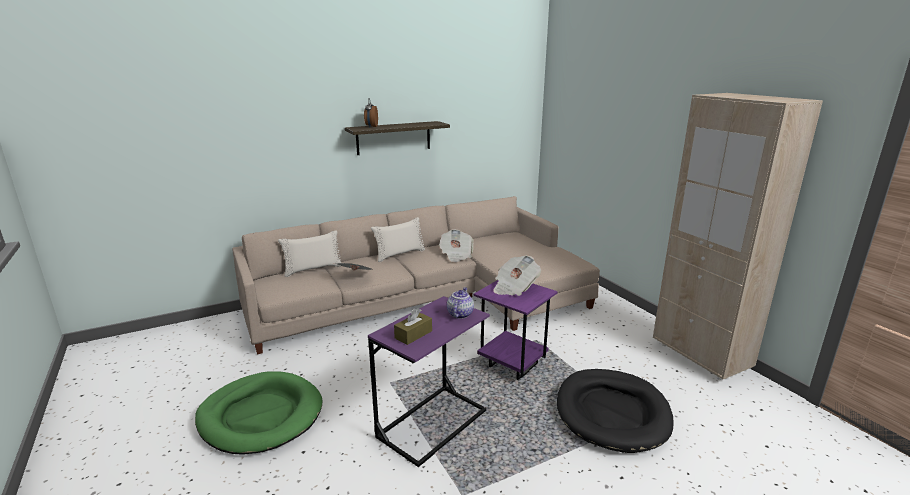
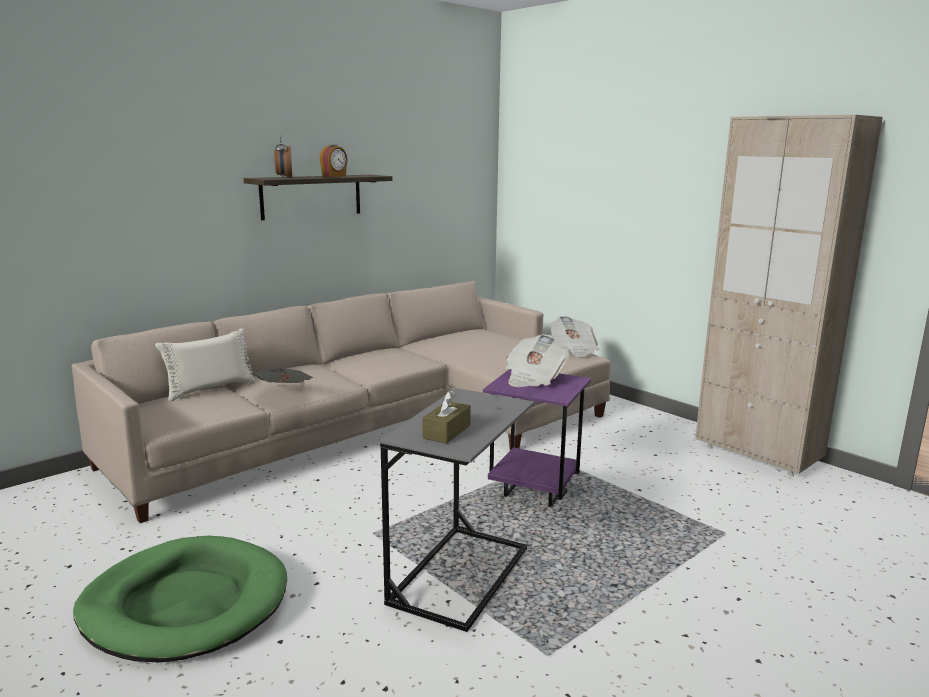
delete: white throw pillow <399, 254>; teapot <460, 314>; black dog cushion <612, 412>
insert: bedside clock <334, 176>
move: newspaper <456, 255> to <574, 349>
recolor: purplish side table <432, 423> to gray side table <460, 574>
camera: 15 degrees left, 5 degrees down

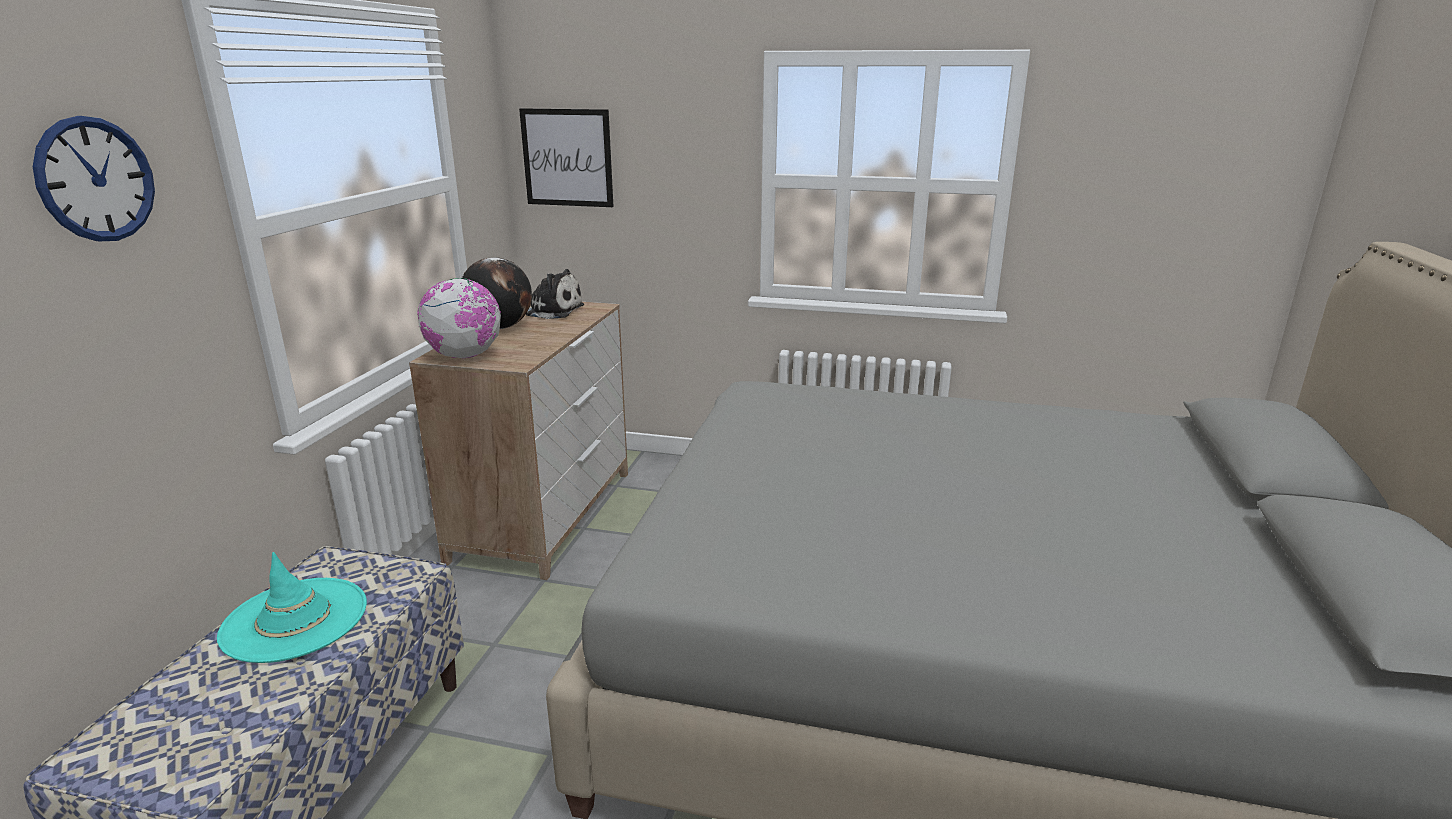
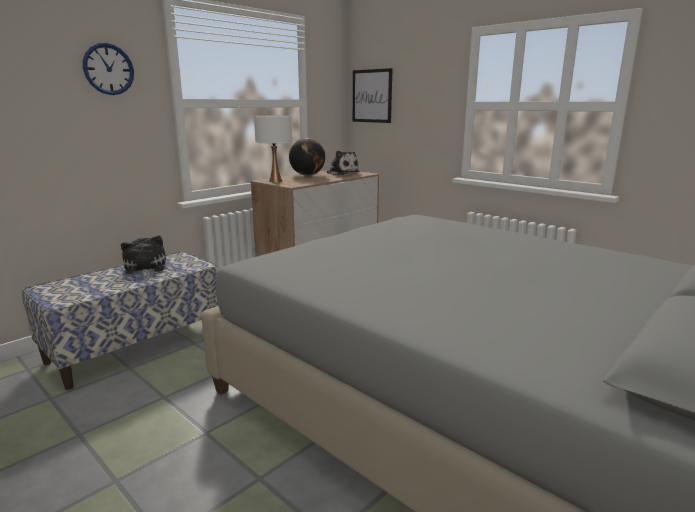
replace: desk globe <465, 356> to white table lamp <275, 181>; blue-green hat <295, 620> to cuddly toy <145, 269>
camera: 30 degrees right, 5 degrees down

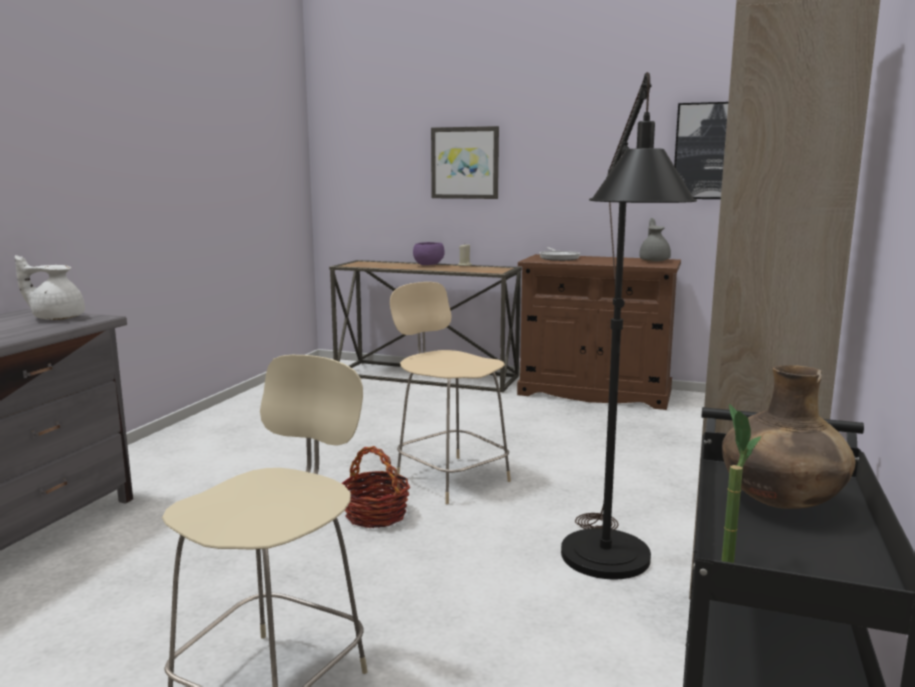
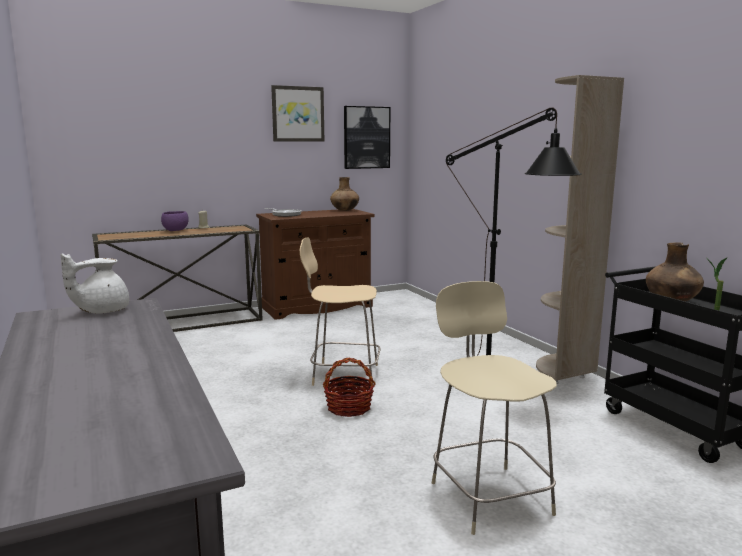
move: picture <465, 163> to <298, 114>
replace: gray teapot <654, 260> to brownish decorative vase <344, 210>
camera: 45 degrees left, 0 degrees up

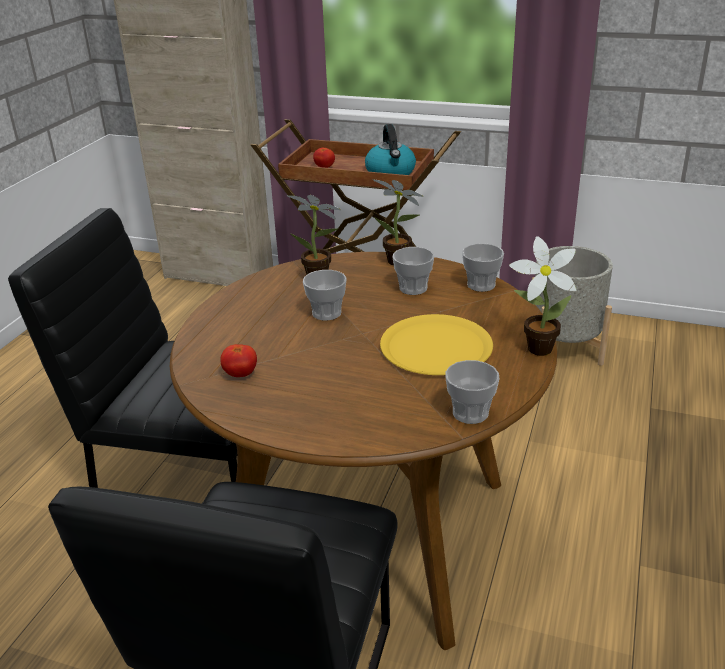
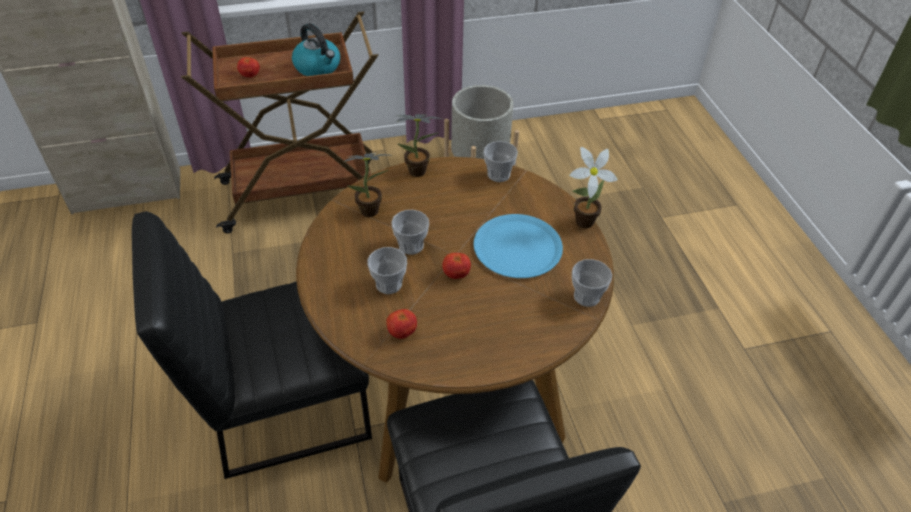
insert: fresh tomato <456, 274>
move: drinking cup <413, 288> to <389, 284>
recolor: yellow plate <436, 347> to bluish plate <517, 247>
camera: 35 degrees left, 15 degrees up

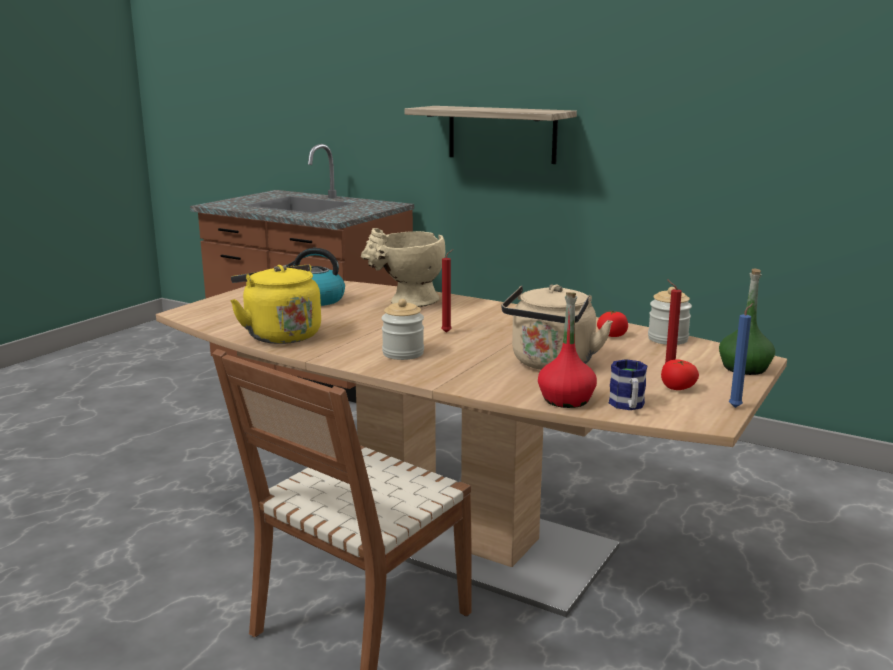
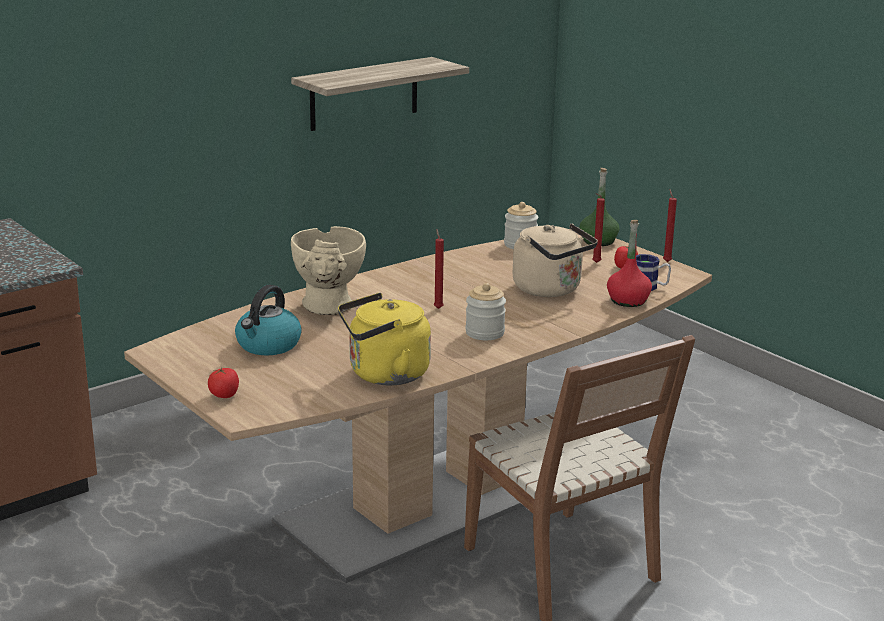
move: shelf <501, 134> to <364, 94>; fresh tomato <612, 335> to <224, 395>
recolor: bluish wax candle <736, 407> to red-coloured wax candle <666, 261>
camera: 70 degrees left, 5 degrees up

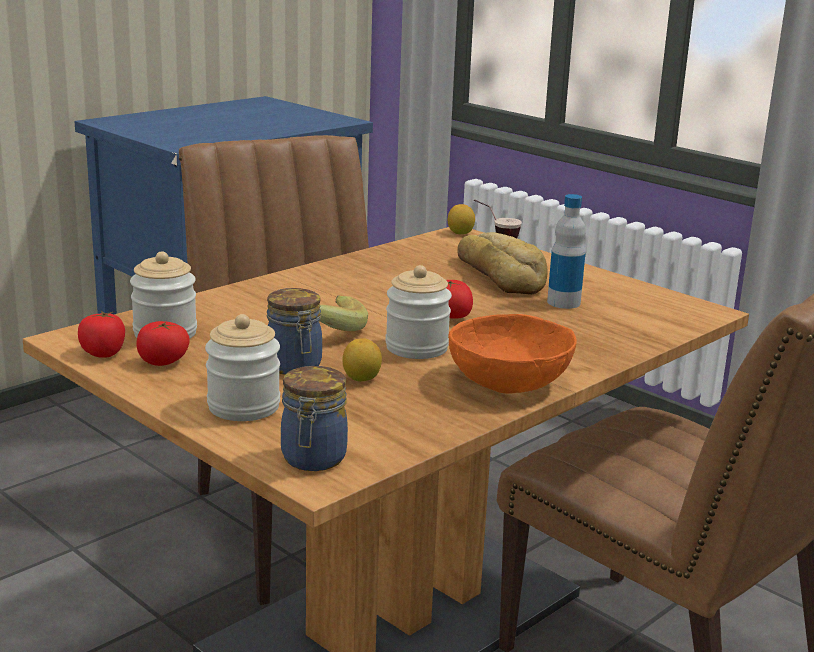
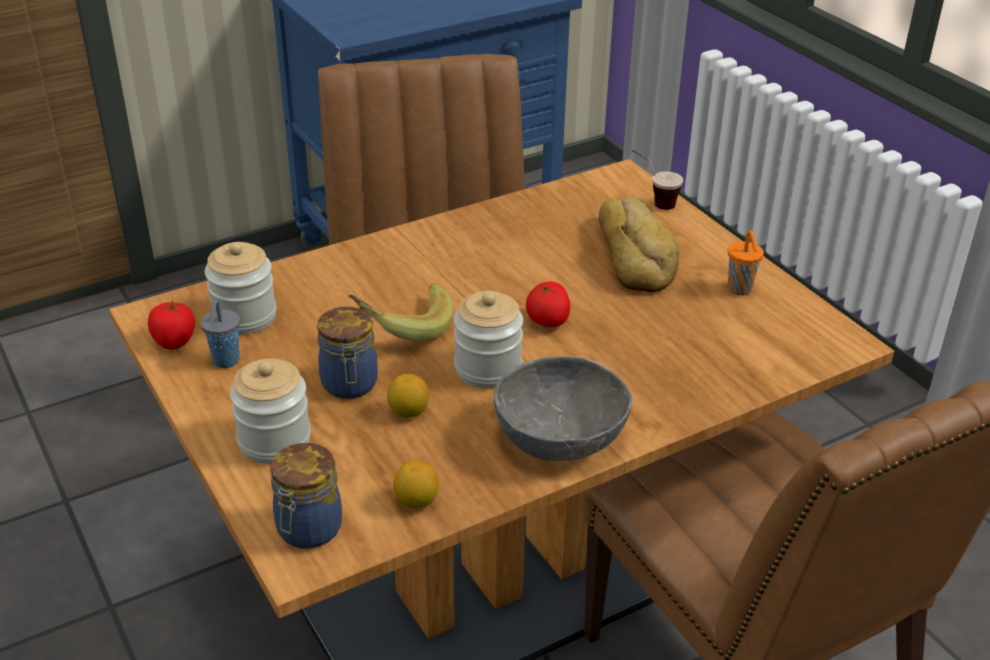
delete: beverage bottle <563, 302>
insert: orange-coloured drinking cup <740, 290>
move: whole lemon <460, 233> to <416, 501>
replace: fresh tomato <163, 362> to gray drinking cup <225, 362>
recolor: orange-coloured deep dish <510, 383> to gray deep dish <560, 438>
camera: 15 degrees right, 15 degrees up

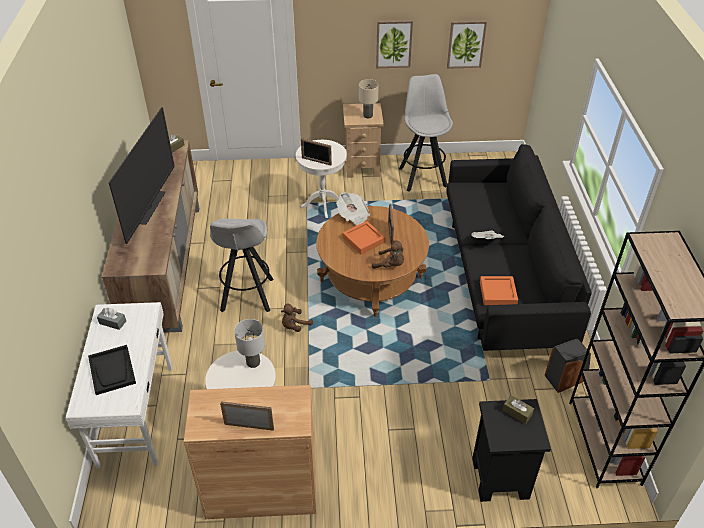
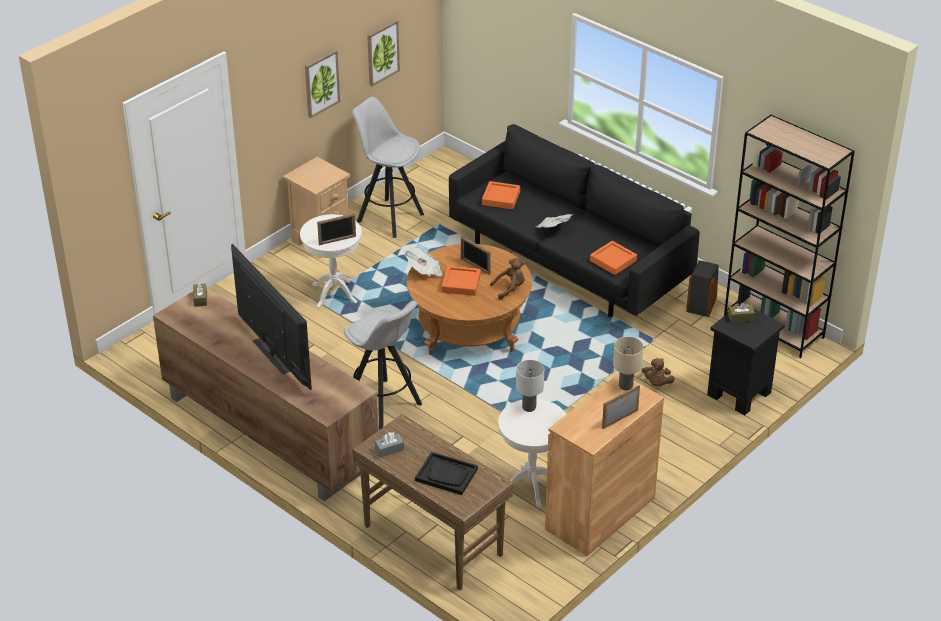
insert: orange-coloured carrying tray <501, 198>
move: sand-coloured table lamp <367, 116> to <625, 387>; brownish cuddly toy <294, 326> to <657, 383>
recolor: white narrow table <136, 414> to brownish narrow table <432, 540>
camera: 45 degrees left, 5 degrees down

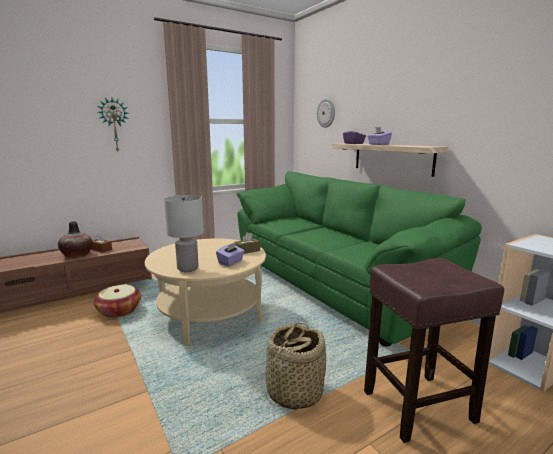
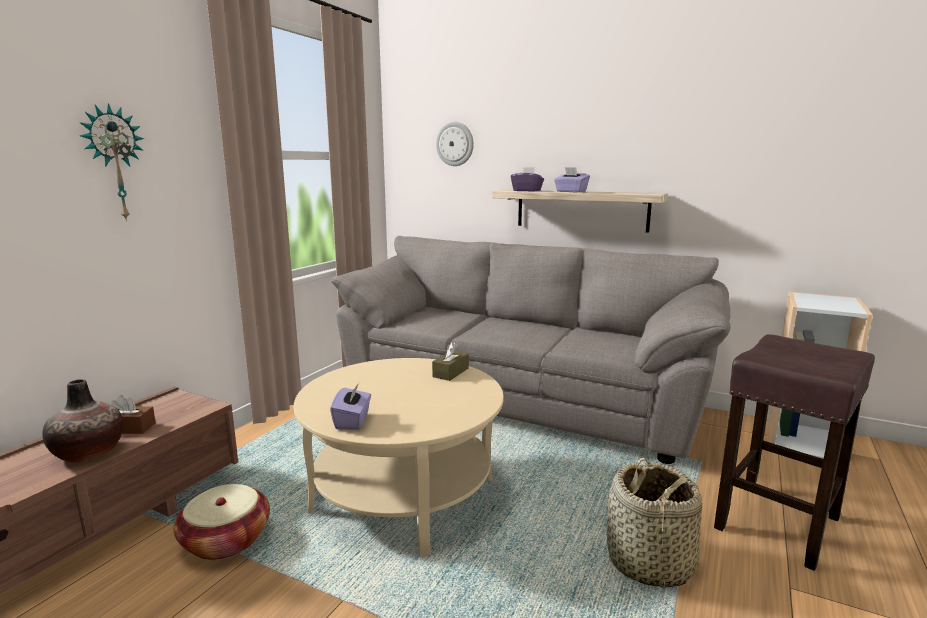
delete: gray table lamp <187, 270>
move: purplish box of tissues <231, 262> to <353, 421>
recolor: green-coloured sofa <329, 286> to gray sofa <517, 403>
camera: 30 degrees left, 0 degrees up

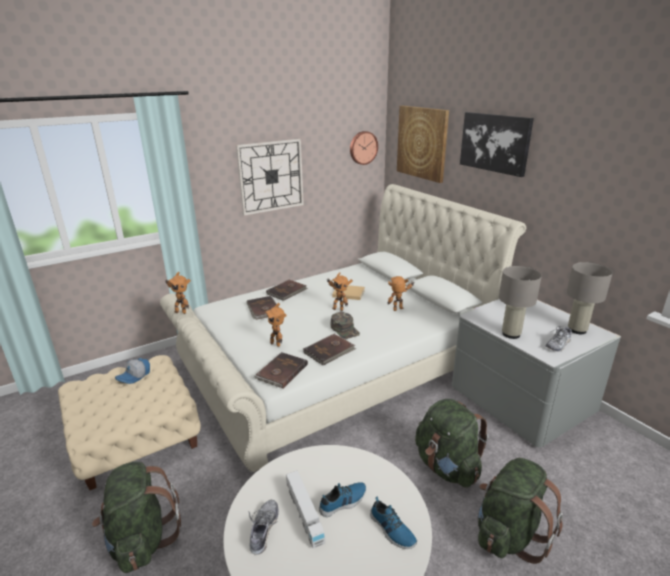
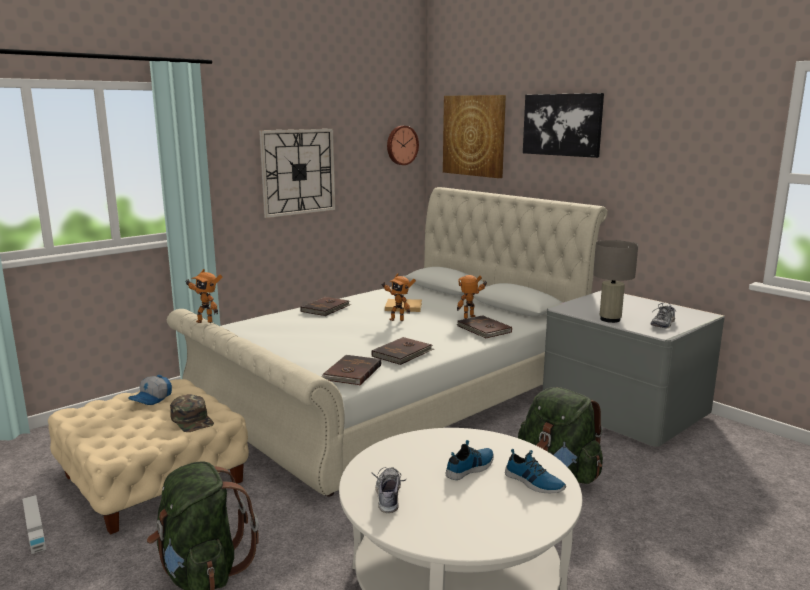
delete: gray table lamp <577, 329>; model robot <276, 343>; green-coloured knapsack <508, 534>
move: brownish book <263, 309> to <483, 329>; green-coloured baseball cap <345, 329> to <192, 420>; toy lorry <304, 514> to <35, 532>
camera: 10 degrees left, 10 degrees down

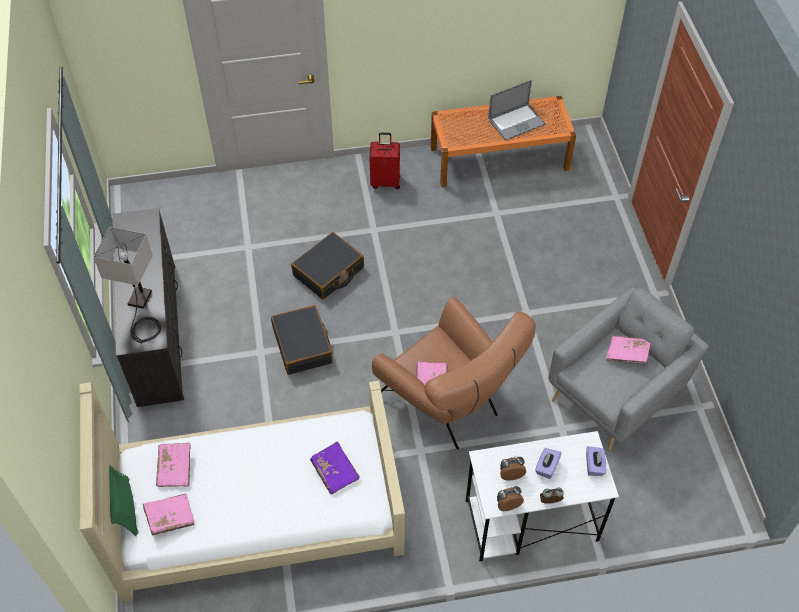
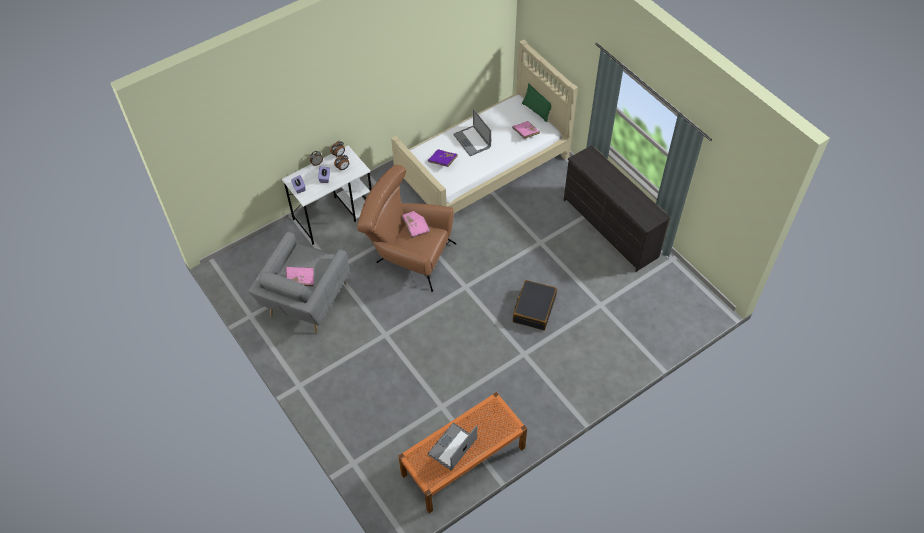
delete: red-coloured travel case <385, 181>; table lamp <141, 312>; black travel case <303, 345>; pinkish book <170, 517>
insert: laptop <472, 141>
camera: 155 degrees right, 0 degrees up

